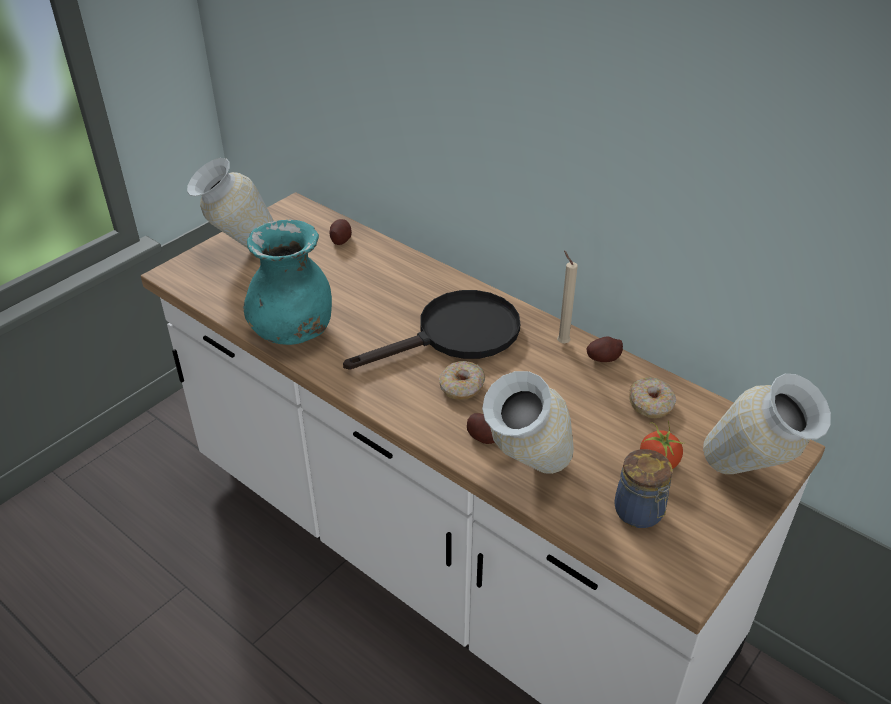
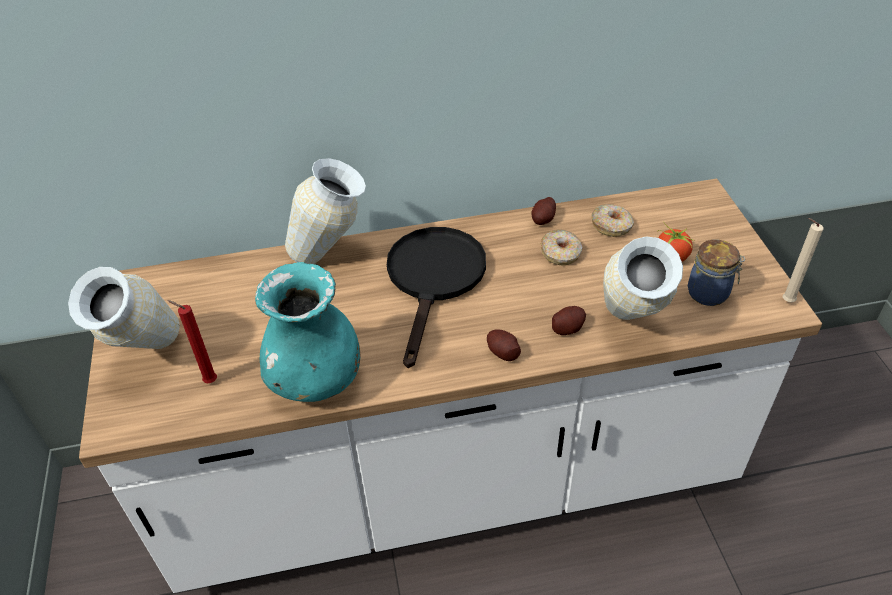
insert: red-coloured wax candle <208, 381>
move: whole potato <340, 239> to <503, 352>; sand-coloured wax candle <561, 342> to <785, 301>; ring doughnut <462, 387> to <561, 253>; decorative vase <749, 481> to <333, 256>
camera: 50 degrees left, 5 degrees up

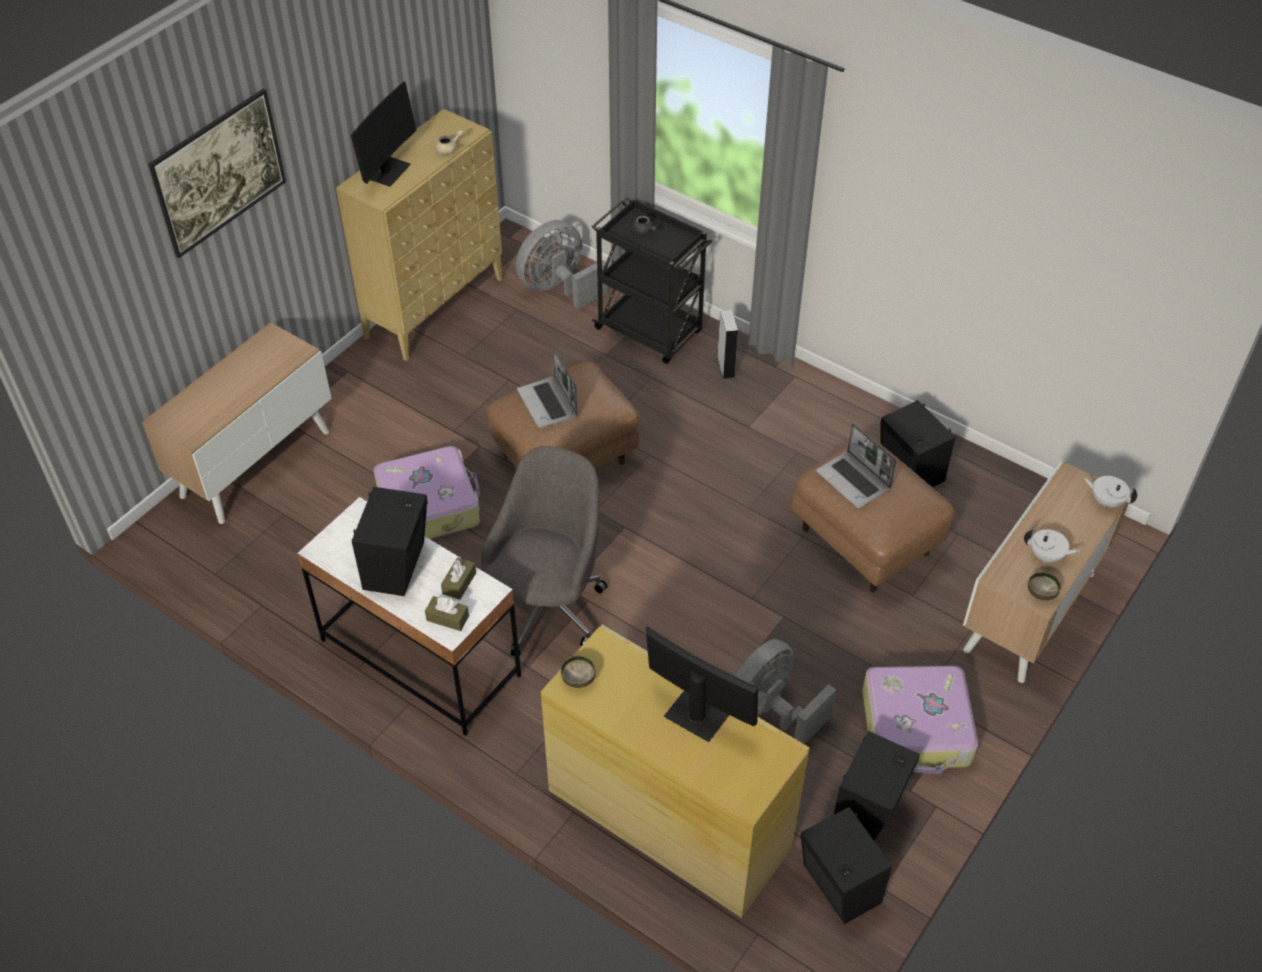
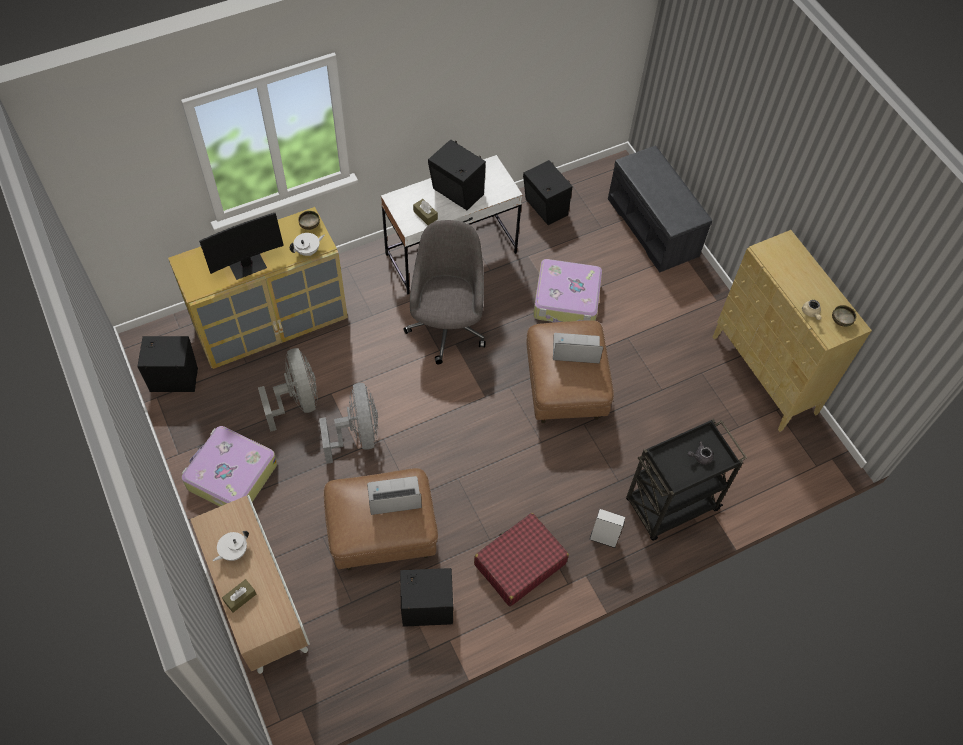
delete: monitor <387, 171>; picture <225, 195>
insert: red-coloured travel case <519, 564>
move: gray cooling fan <559, 288> to <357, 435>; white teapot <1106, 501> to <308, 251>; deep dish <1042, 593> to <840, 320>; brownish box of tissues <447, 618> to <240, 598>; black loudspeaker <869, 807> to <545, 209>
replace: storage cabinet <255, 462> to gray long seat <654, 227>
rotate: gray computer chair <547, 608> = <447, 327> 135 degrees counterclockwise
camera: 115 degrees right, 10 degrees up

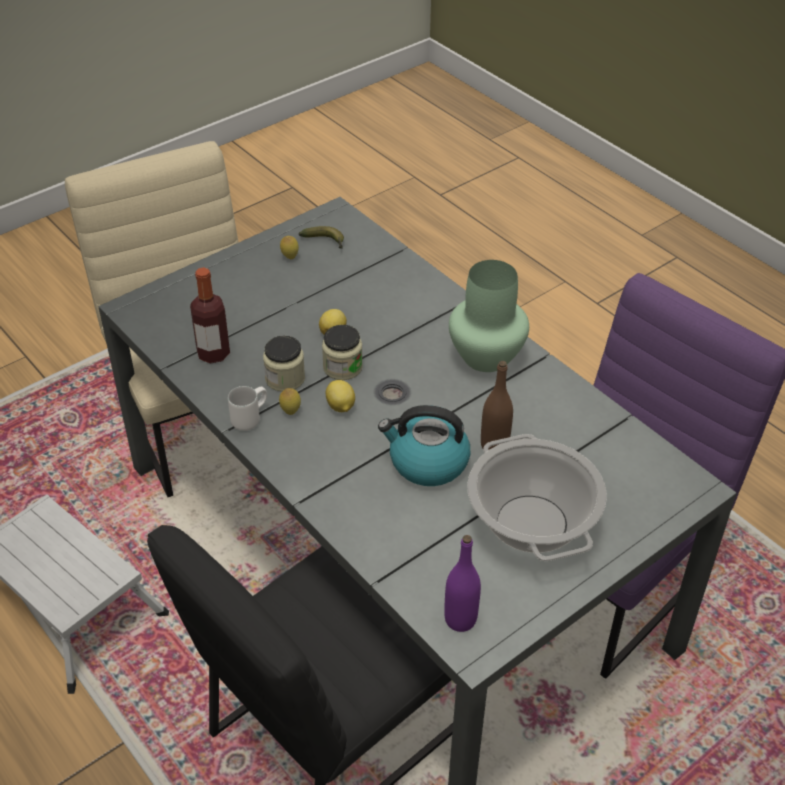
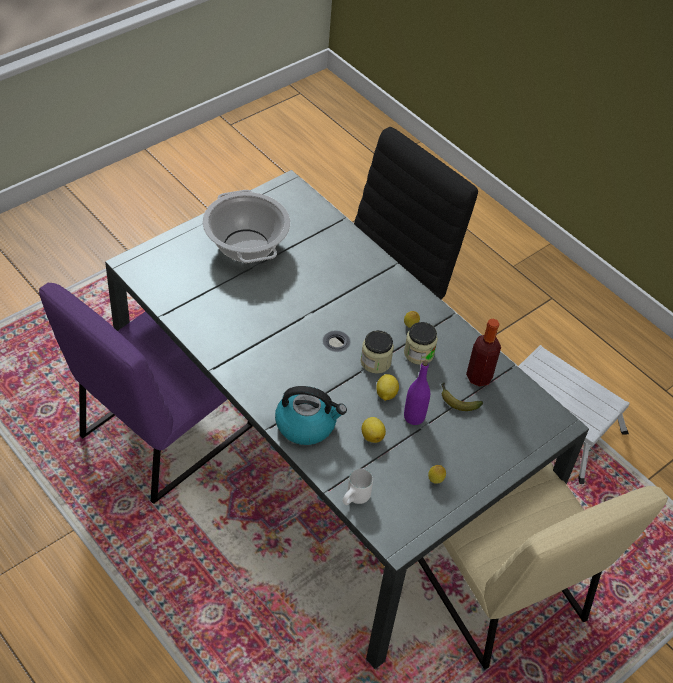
delete: green-coloured decorative vase <484, 357>; brownish beverage bottle <494, 446>
move: banana <326, 242> to <457, 400>; whole lemon <340, 407> to <372, 436>; white coffee mug <249, 417> to <356, 499>; water kettle <427, 462> to <306, 425>; purplish beverage bottle <460, 619> to <414, 417>
camera: 175 degrees right, 5 degrees up

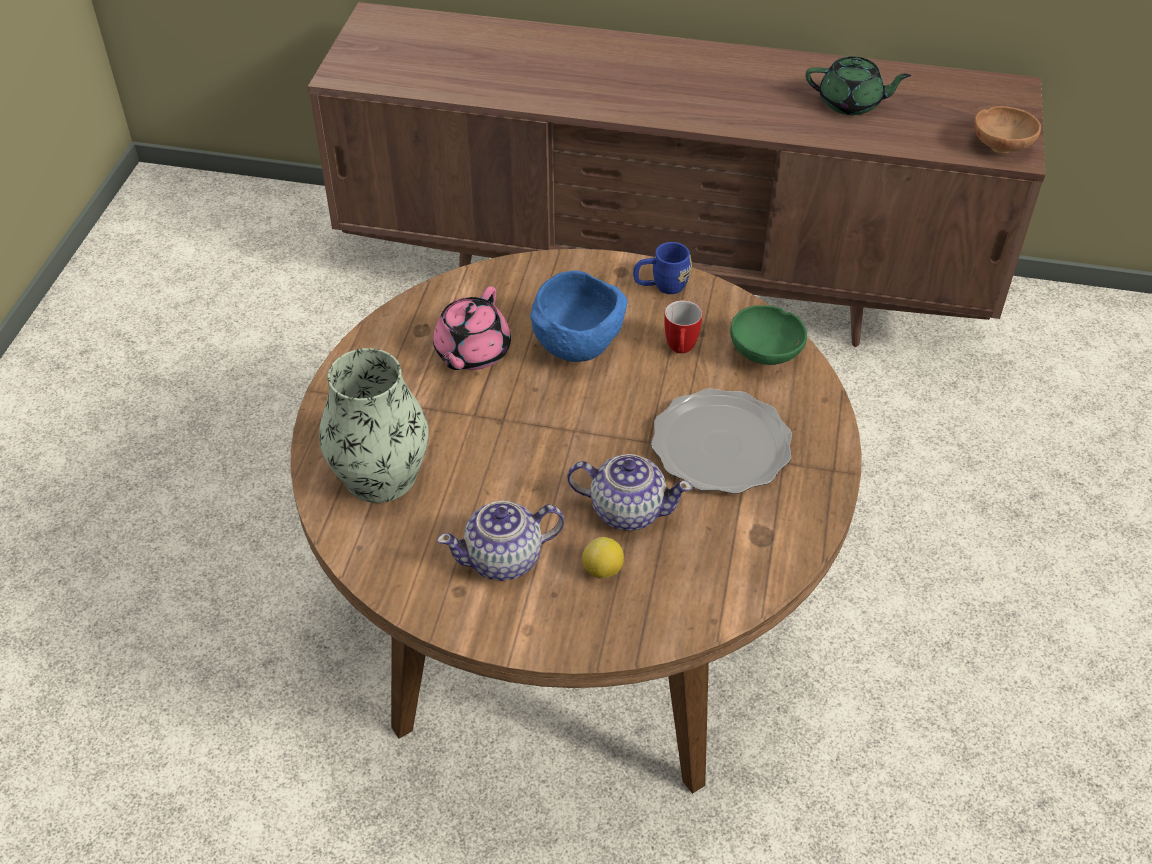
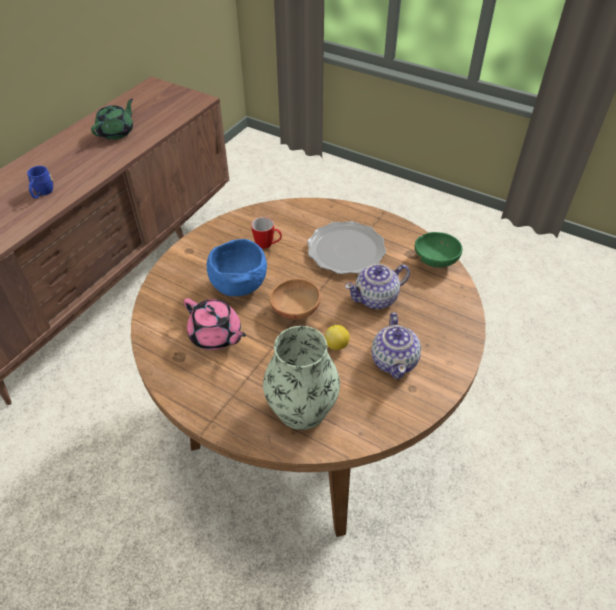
move: brownish deep dish <1001, 145> to <295, 310>; bluish coffee mug <661, 286> to <42, 193>; green-coloured deep dish <767, 353> to <435, 260>; whole lemon <602, 570> to <337, 345>
rotate: teapot <627, 510> = <376, 298> 150 degrees counterclockwise
camera: 70 degrees left, 0 degrees up

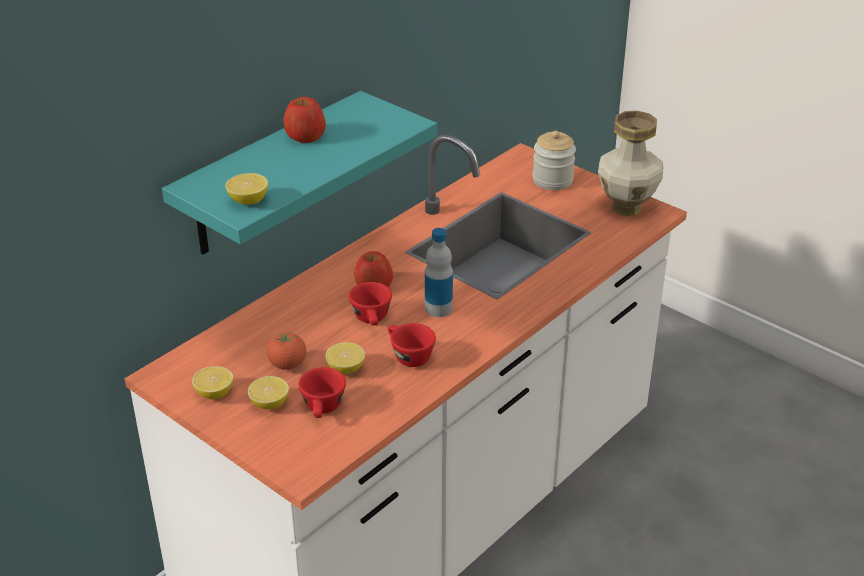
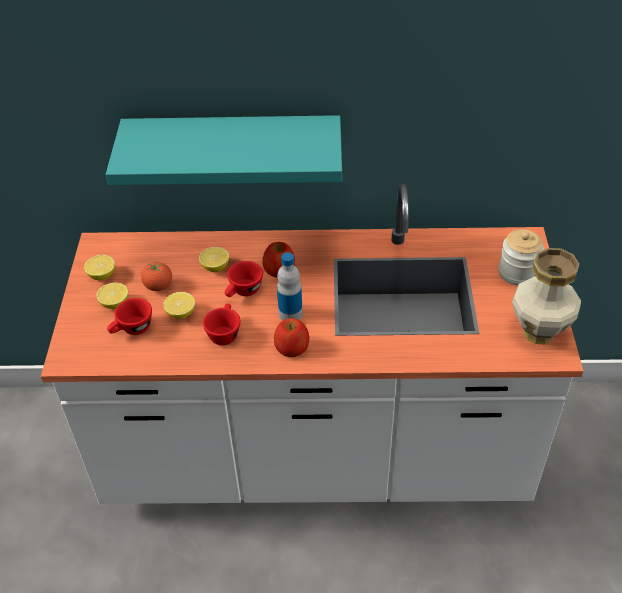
move: whole apple <305, 136> to <292, 347>; whole lemon <248, 201> to <215, 267>
camera: 50 degrees right, 10 degrees up

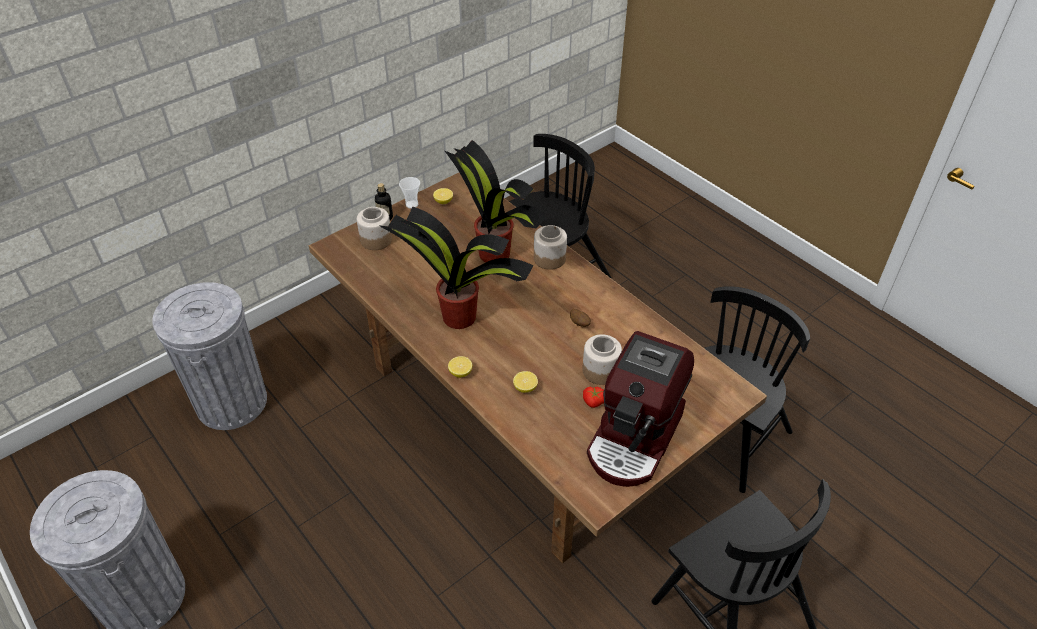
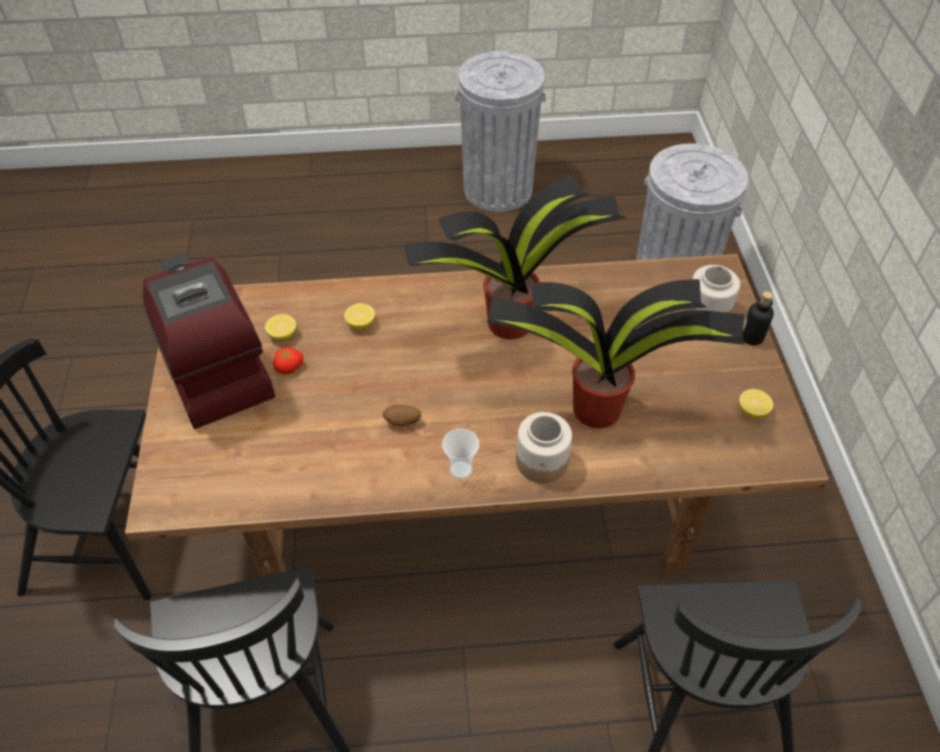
delete: storage jar <600, 371>
move: drinking cup <412, 204> to <461, 470>; whole lemon <460, 372> to <283, 335>
camera: 125 degrees right, 5 degrees up

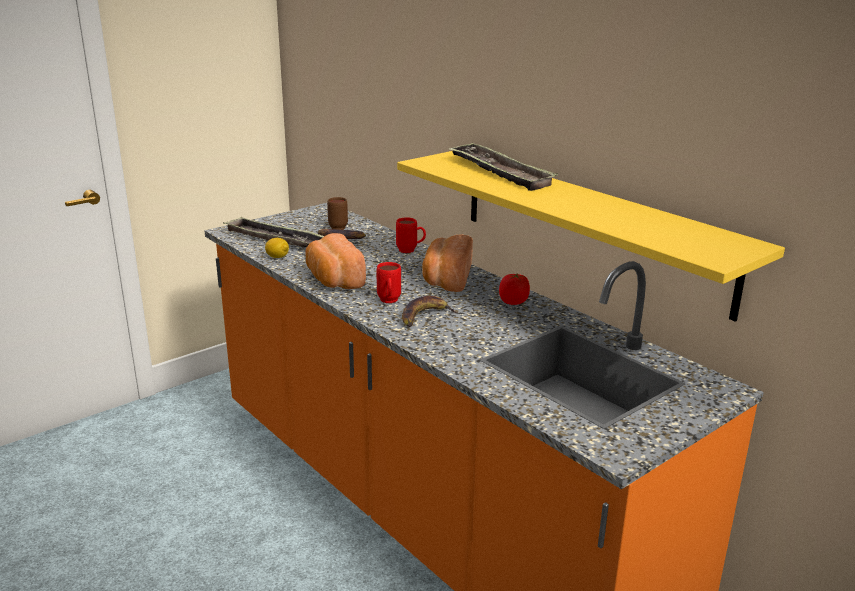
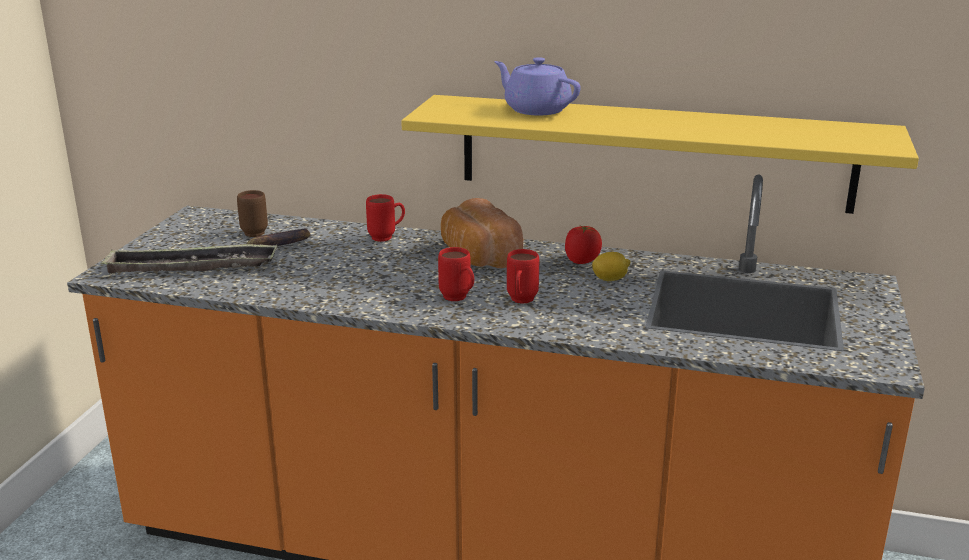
delete: bakery bread <333, 280>
move: whole lemon <277, 257> to <610, 279>
replace: carrying tray <499, 172> to purplish teapot <535, 110>; banana <425, 316> to red-coloured coffee mug <521, 302>
camera: 35 degrees left, 0 degrees up

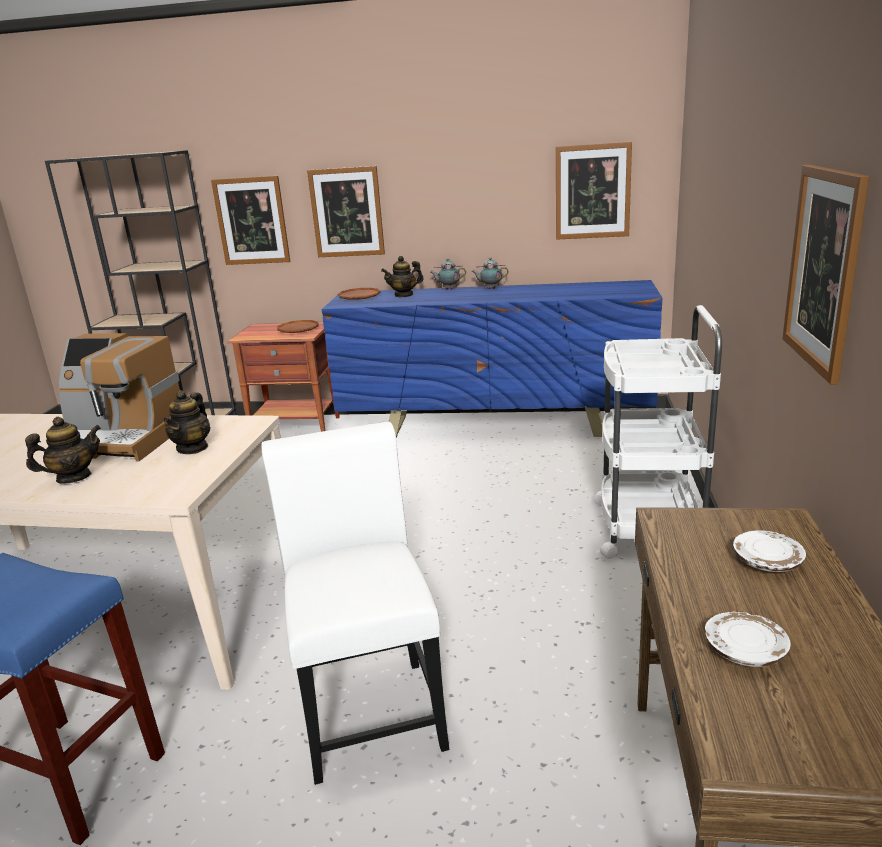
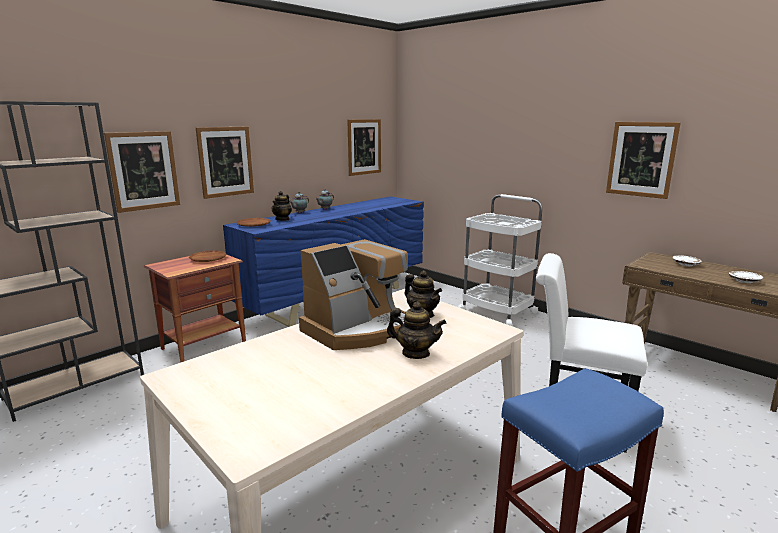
rotate: teapot <73, 477> = <415, 353> 105 degrees clockwise
camera: 55 degrees left, 5 degrees down

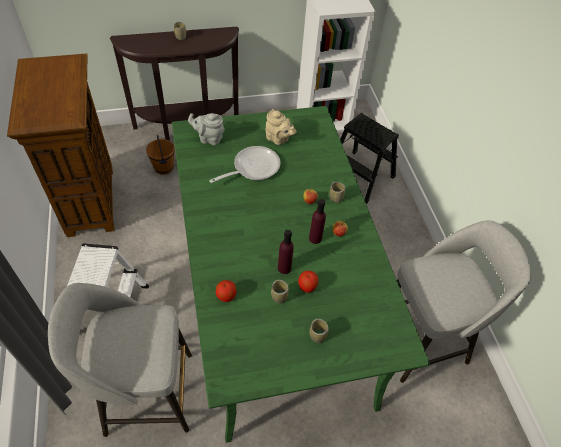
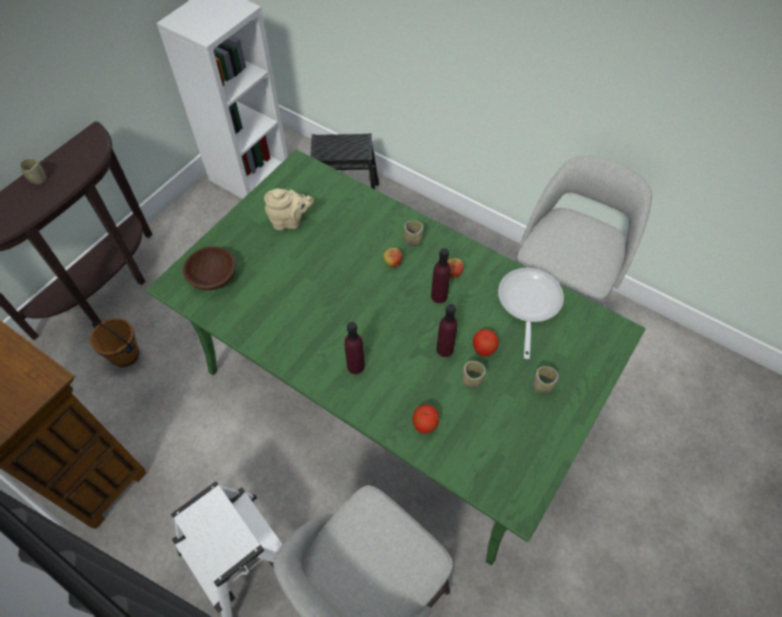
insert: purplish beverage bottle <355, 366>
move: skillet <252, 168> to <528, 304>
replace: gray teapot <209, 139> to brownish deep dish <214, 277>
camera: 40 degrees left, 5 degrees up

